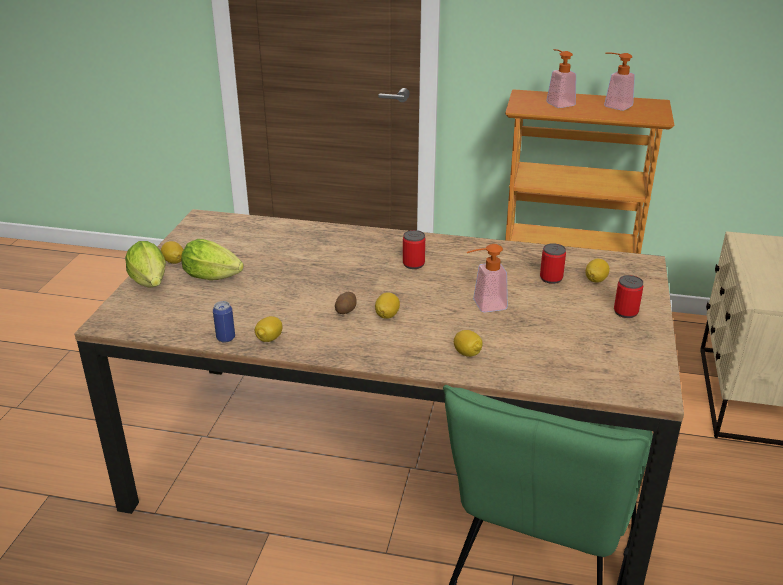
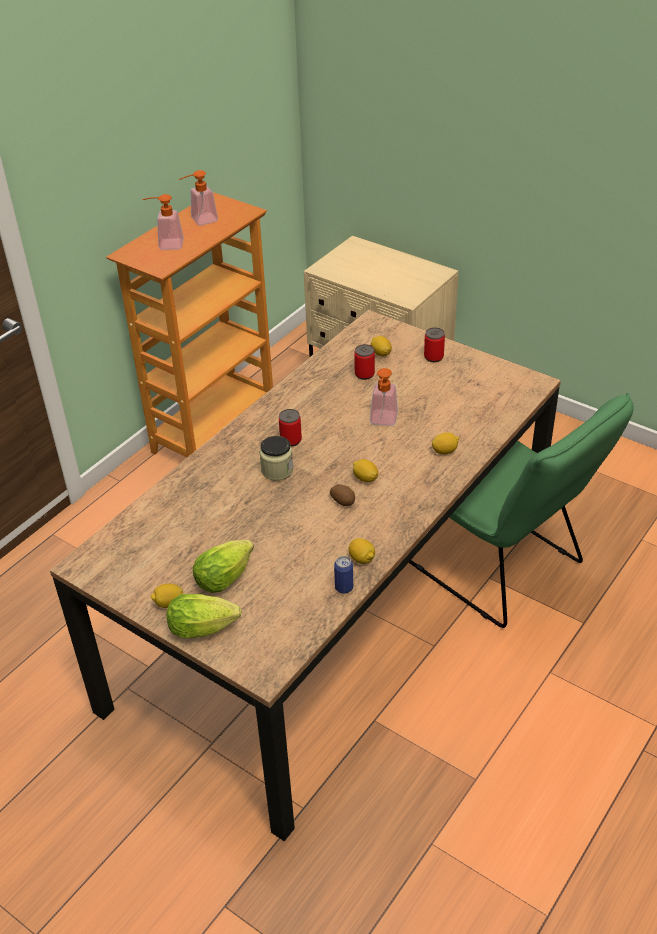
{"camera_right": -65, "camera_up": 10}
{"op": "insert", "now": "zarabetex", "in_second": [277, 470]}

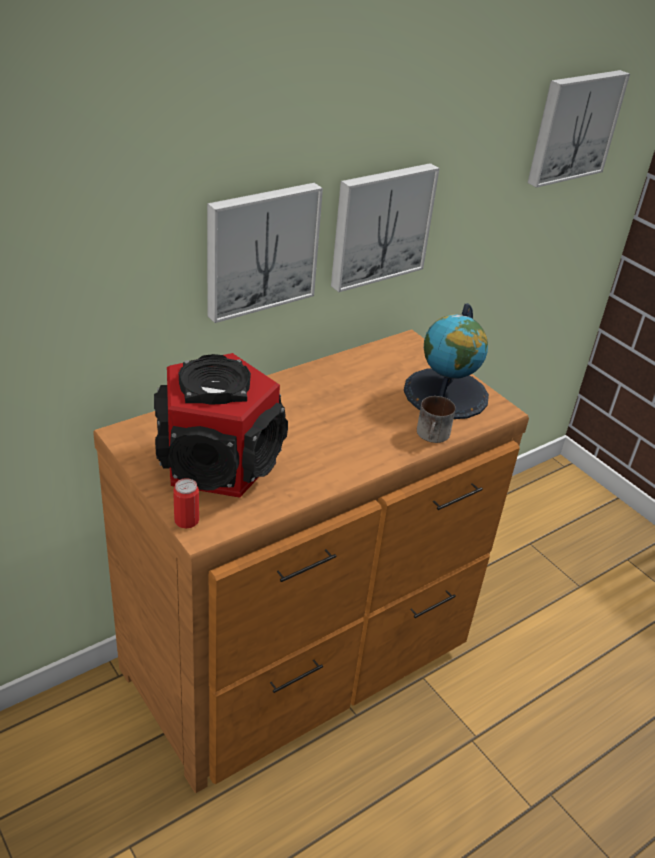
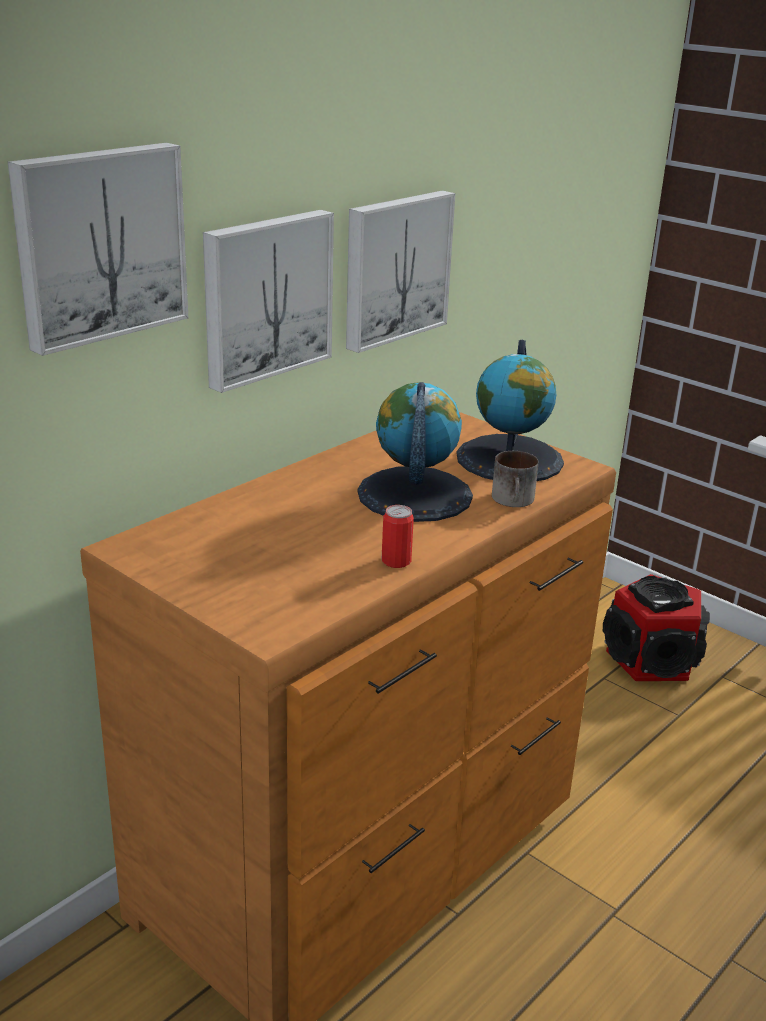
{"camera_right": -10, "camera_up": -10}
{"op": "insert", "now": "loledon", "in_second": [414, 494]}
{"op": "move", "was": "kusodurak", "in_first": [219, 464], "in_second": [652, 660]}
{"op": "move", "was": "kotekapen", "in_first": [186, 520], "in_second": [396, 561]}
{"op": "move", "was": "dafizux", "in_first": [573, 126], "in_second": [99, 244]}

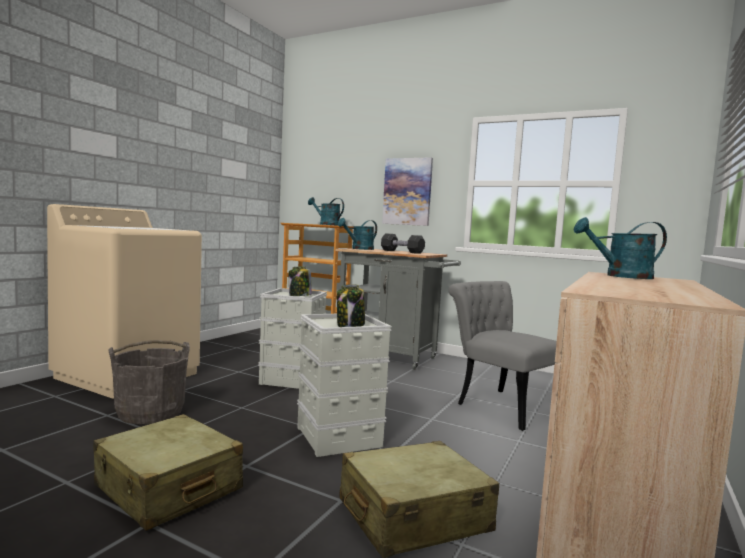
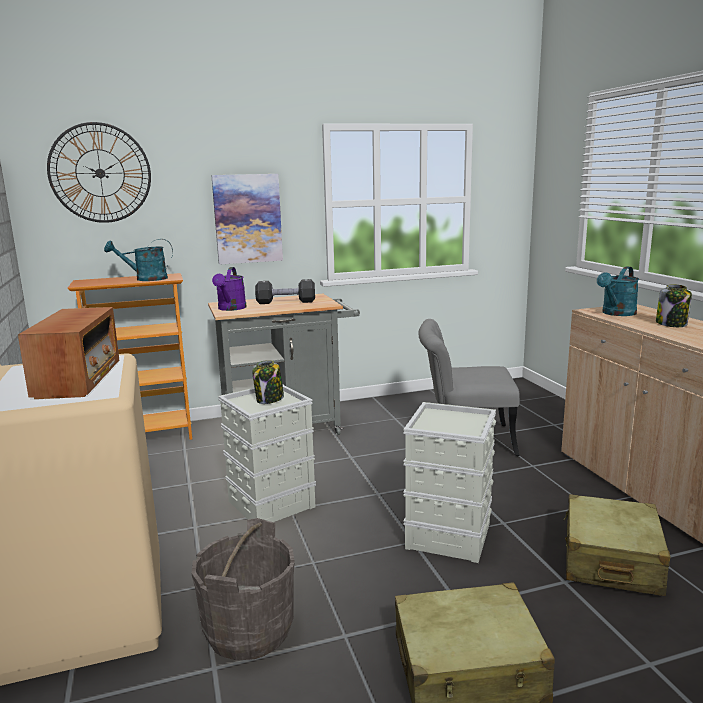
{"camera_right": -45, "camera_up": 10}
{"op": "insert", "now": "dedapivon", "in_second": [79, 379]}
{"op": "insert", "now": "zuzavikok", "in_second": [100, 173]}
{"op": "move", "was": "zarabetex", "in_first": [350, 326], "in_second": [671, 324]}
{"op": "recolor", "was": "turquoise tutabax", "now": "purple tutabax", "in_first": [359, 249], "in_second": [231, 309]}

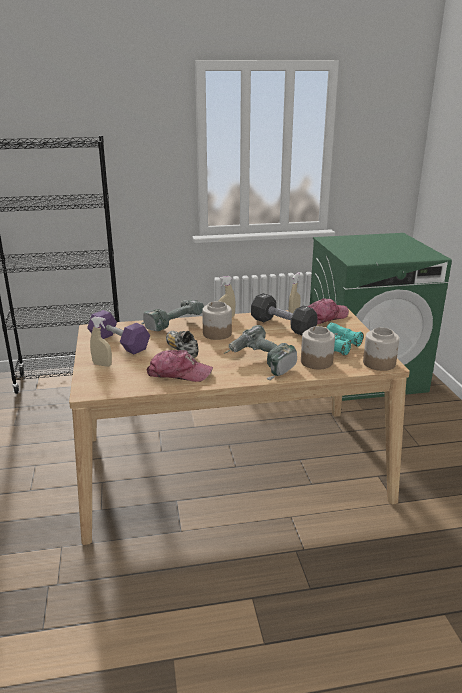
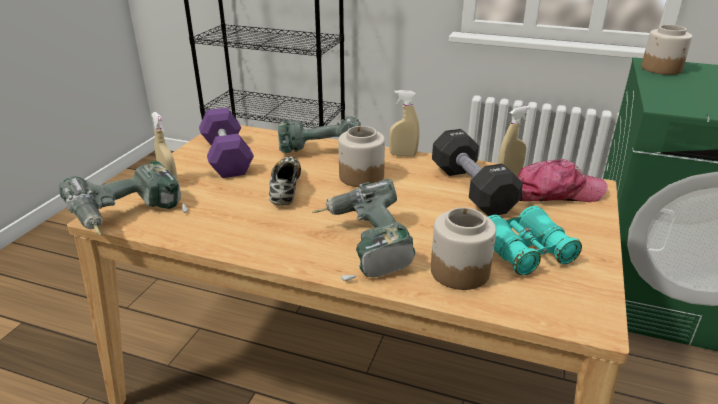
{"camera_right": 30, "camera_up": 5}
{"op": "delete", "was": "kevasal", "in_first": [179, 373]}
{"op": "insert", "now": "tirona", "in_second": [130, 218]}
{"op": "move", "was": "zarabetex", "in_first": [379, 363], "in_second": [661, 69]}

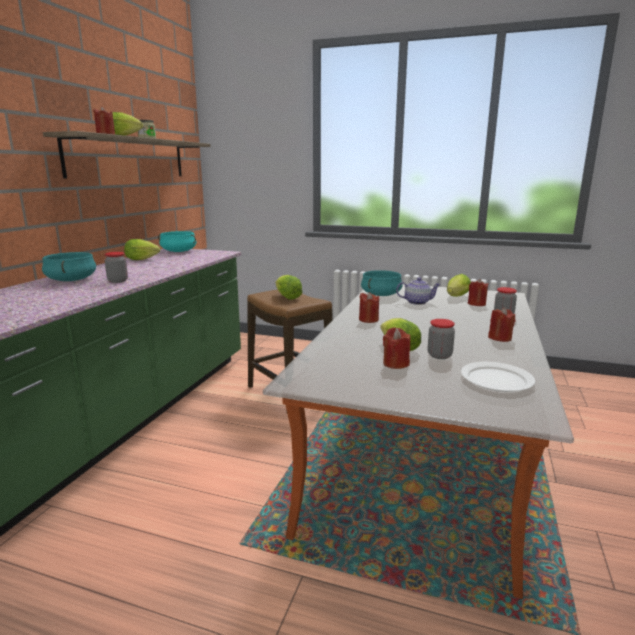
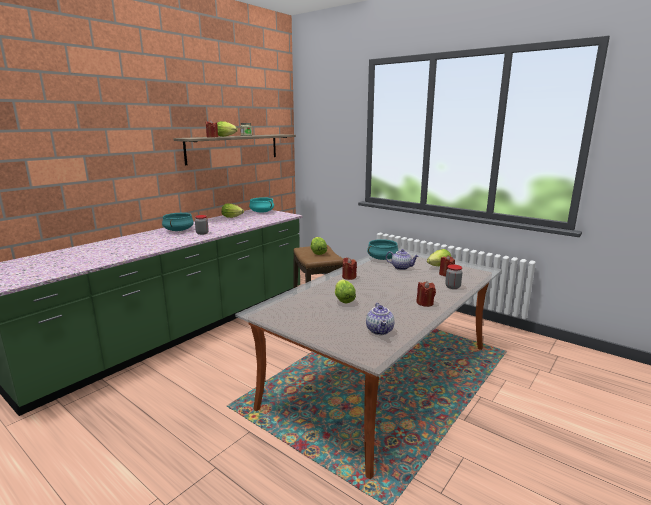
{"camera_right": 20, "camera_up": 0}
{"op": "delete", "was": "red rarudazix", "in_first": [395, 364]}
{"op": "delete", "was": "zarabetex", "in_first": [439, 355]}
{"op": "replace", "was": "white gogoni", "now": "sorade", "in_first": [496, 379], "in_second": [380, 331]}

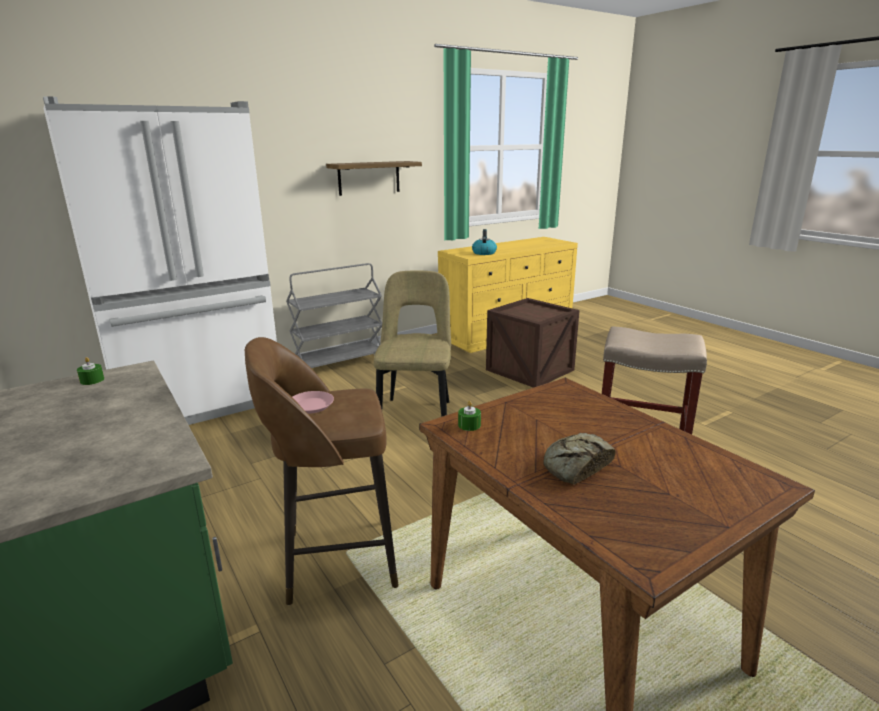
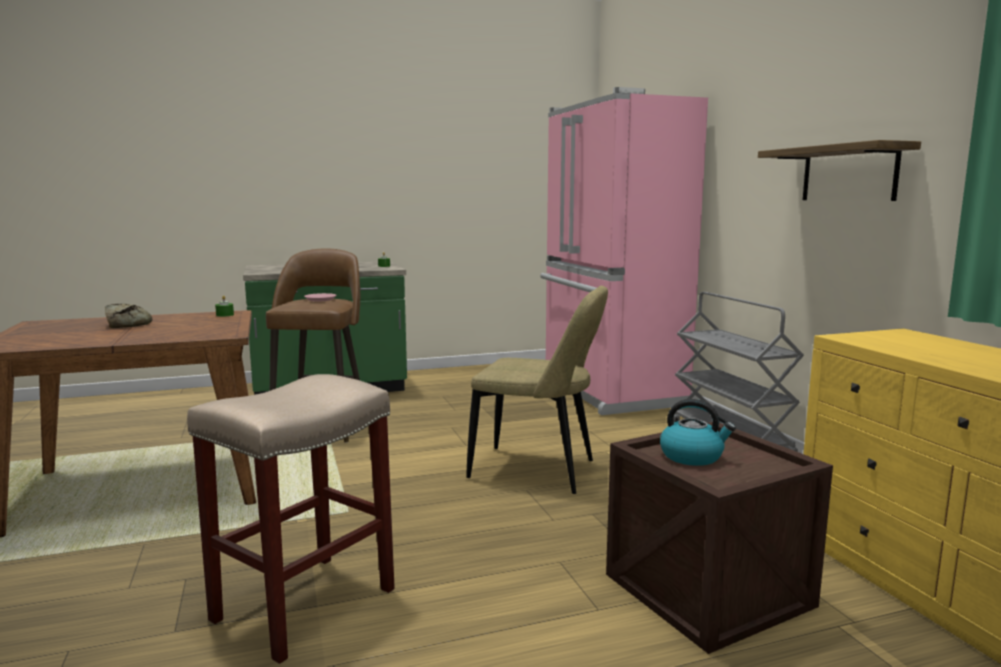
{"camera_right": 105, "camera_up": -10}
{"op": "move", "was": "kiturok", "in_first": [484, 253], "in_second": [692, 456]}
{"op": "recolor", "was": "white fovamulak", "now": "pink fovamulak", "in_first": [202, 406], "in_second": [608, 391]}

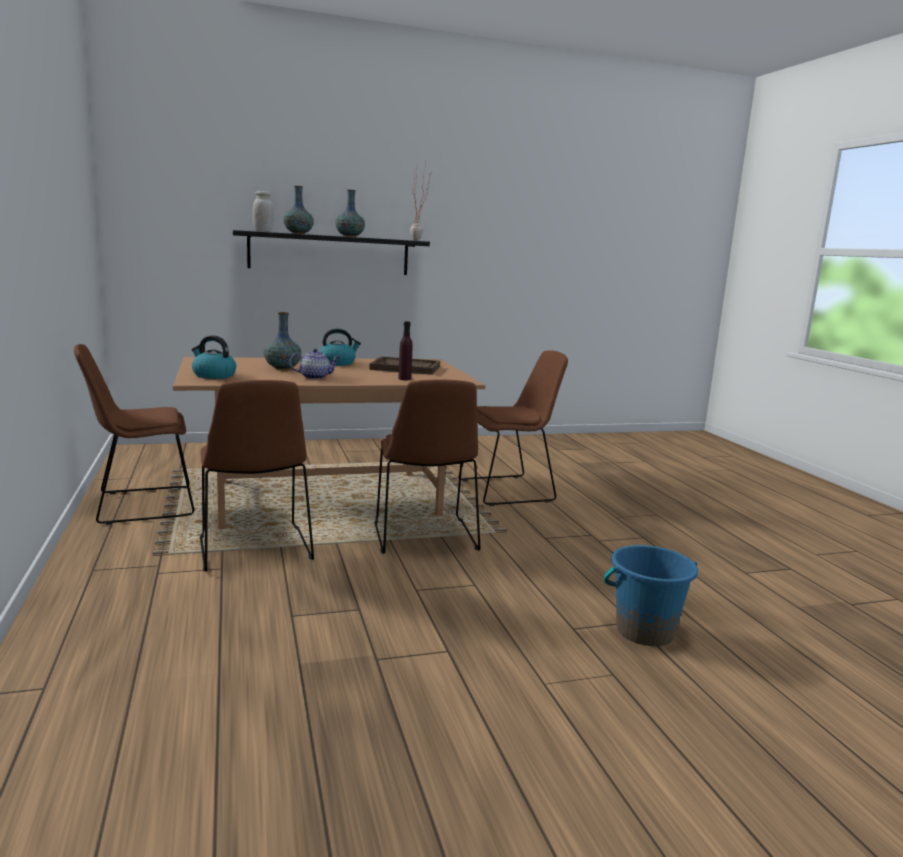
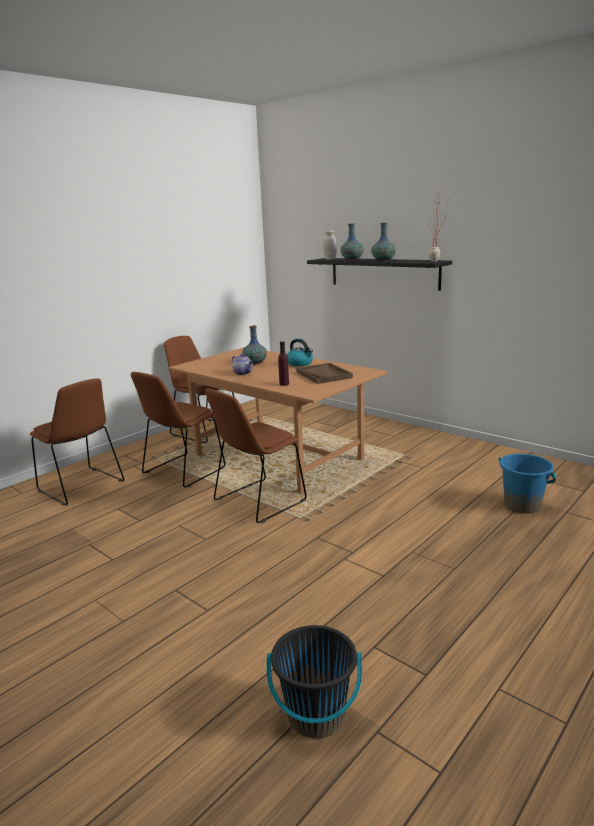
{"camera_right": 60, "camera_up": 5}
{"op": "delete", "was": "kiturok", "in_first": [213, 375]}
{"op": "insert", "now": "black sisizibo", "in_second": [316, 715]}
{"op": "move", "was": "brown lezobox", "in_first": [509, 490], "in_second": [82, 487]}
{"op": "move", "was": "blue sisizibo", "in_first": [644, 631], "in_second": [522, 505]}

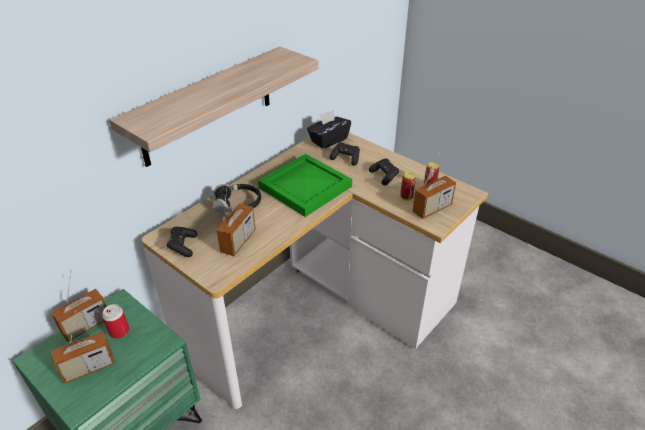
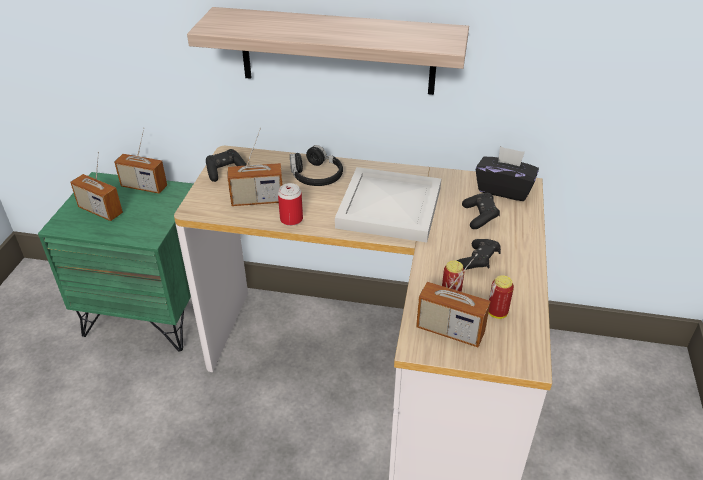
{"camera_right": 60, "camera_up": 0}
{"op": "move", "was": "kotekapen", "in_first": [119, 331], "in_second": [291, 219]}
{"op": "recolor", "was": "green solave", "now": "white solave", "in_first": [306, 187], "in_second": [390, 209]}

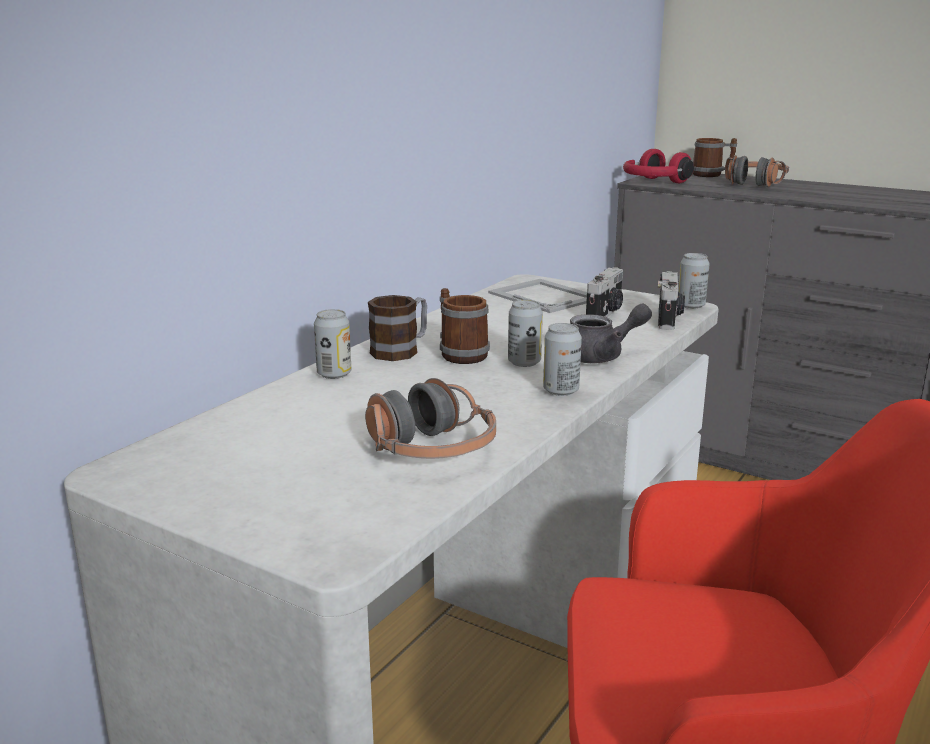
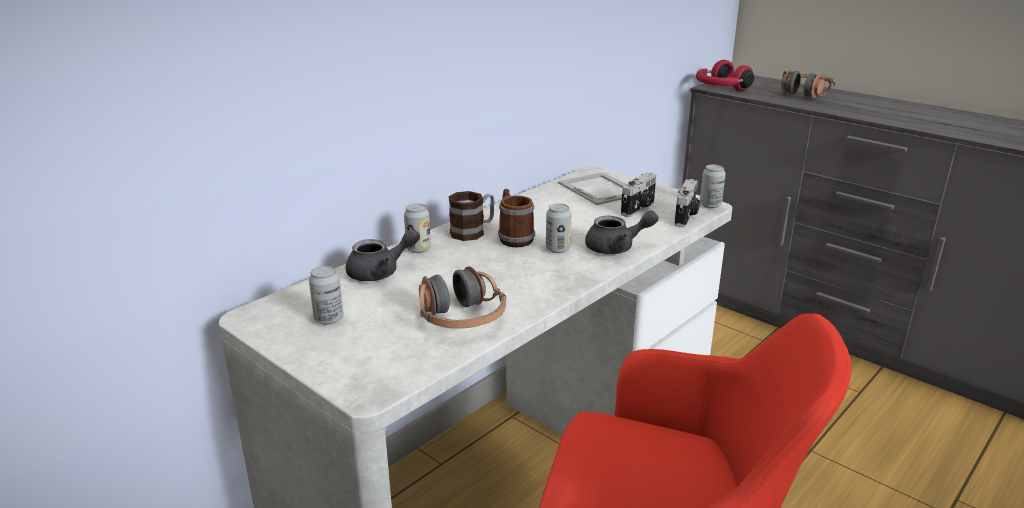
{"camera_right": 10, "camera_up": 5}
{"op": "delete", "was": "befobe", "in_first": [712, 175]}
{"op": "insert", "now": "grey sorade", "in_second": [381, 272]}
{"op": "move", "was": "kotekapen", "in_first": [561, 390], "in_second": [329, 319]}

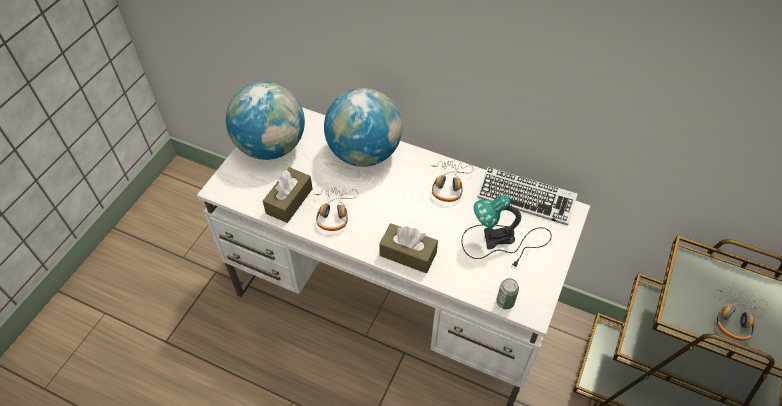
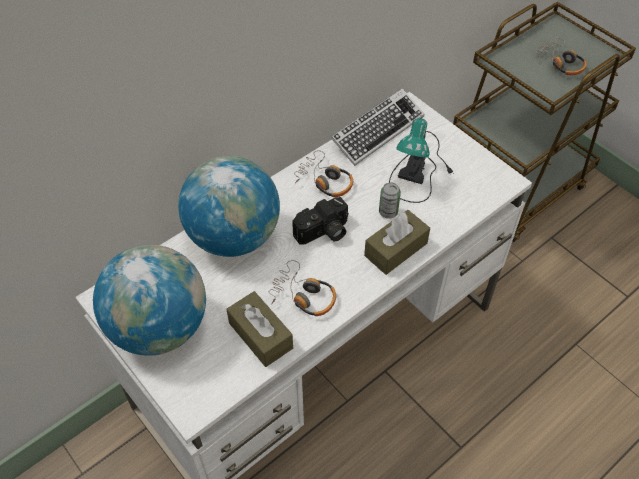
{"camera_right": -65, "camera_up": 0}
{"op": "insert", "now": "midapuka", "in_second": [323, 233]}
{"op": "move", "was": "kotekapen", "in_first": [505, 302], "in_second": [388, 212]}

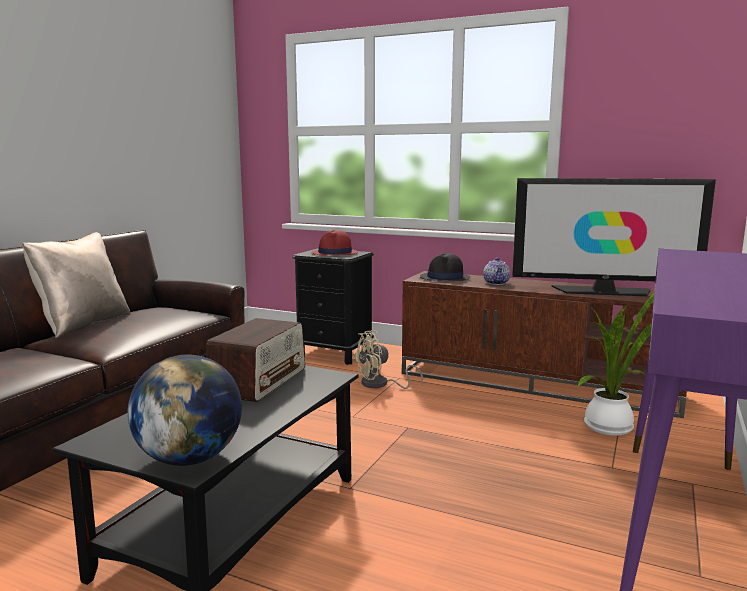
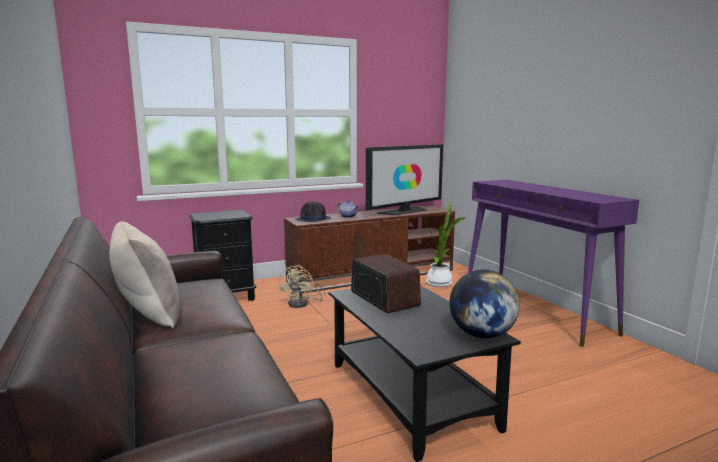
{"camera_right": -50, "camera_up": 0}
{"op": "delete", "was": "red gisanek", "in_first": [335, 253]}

